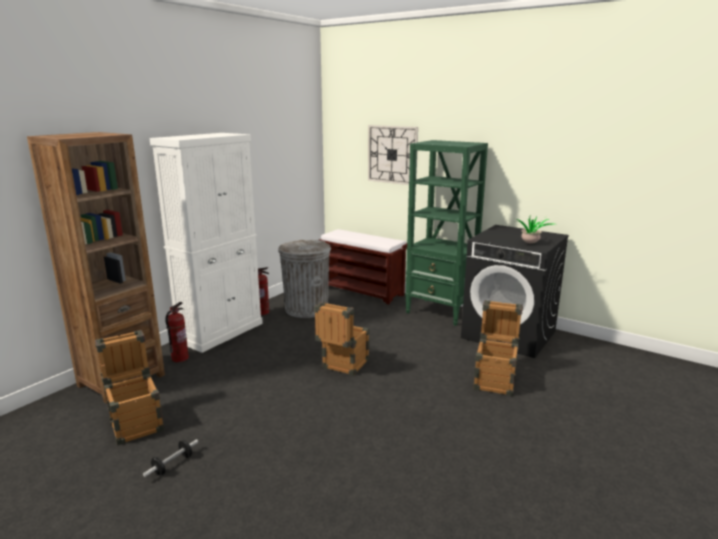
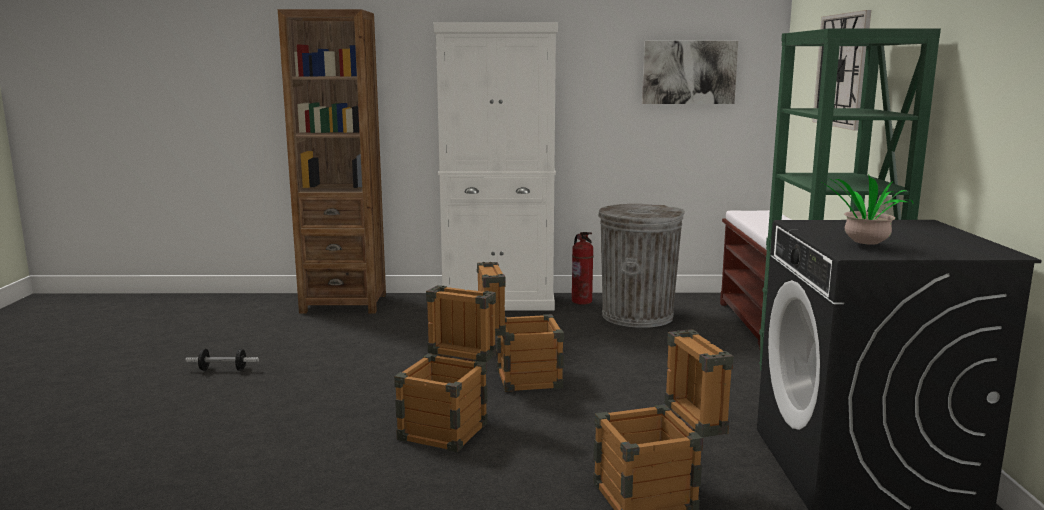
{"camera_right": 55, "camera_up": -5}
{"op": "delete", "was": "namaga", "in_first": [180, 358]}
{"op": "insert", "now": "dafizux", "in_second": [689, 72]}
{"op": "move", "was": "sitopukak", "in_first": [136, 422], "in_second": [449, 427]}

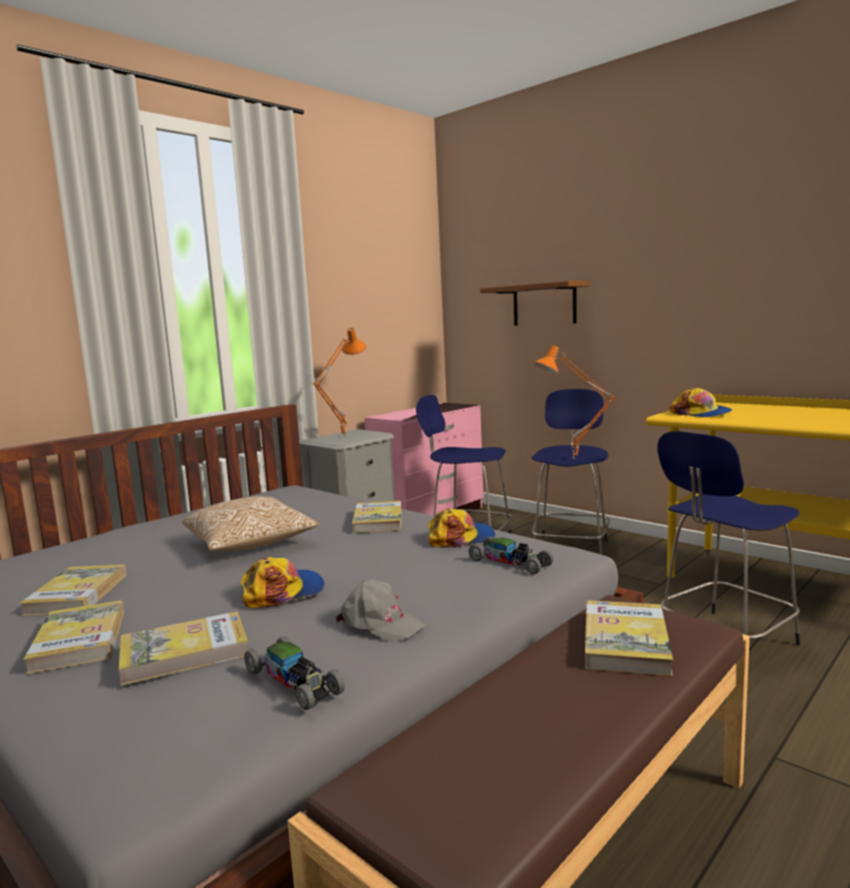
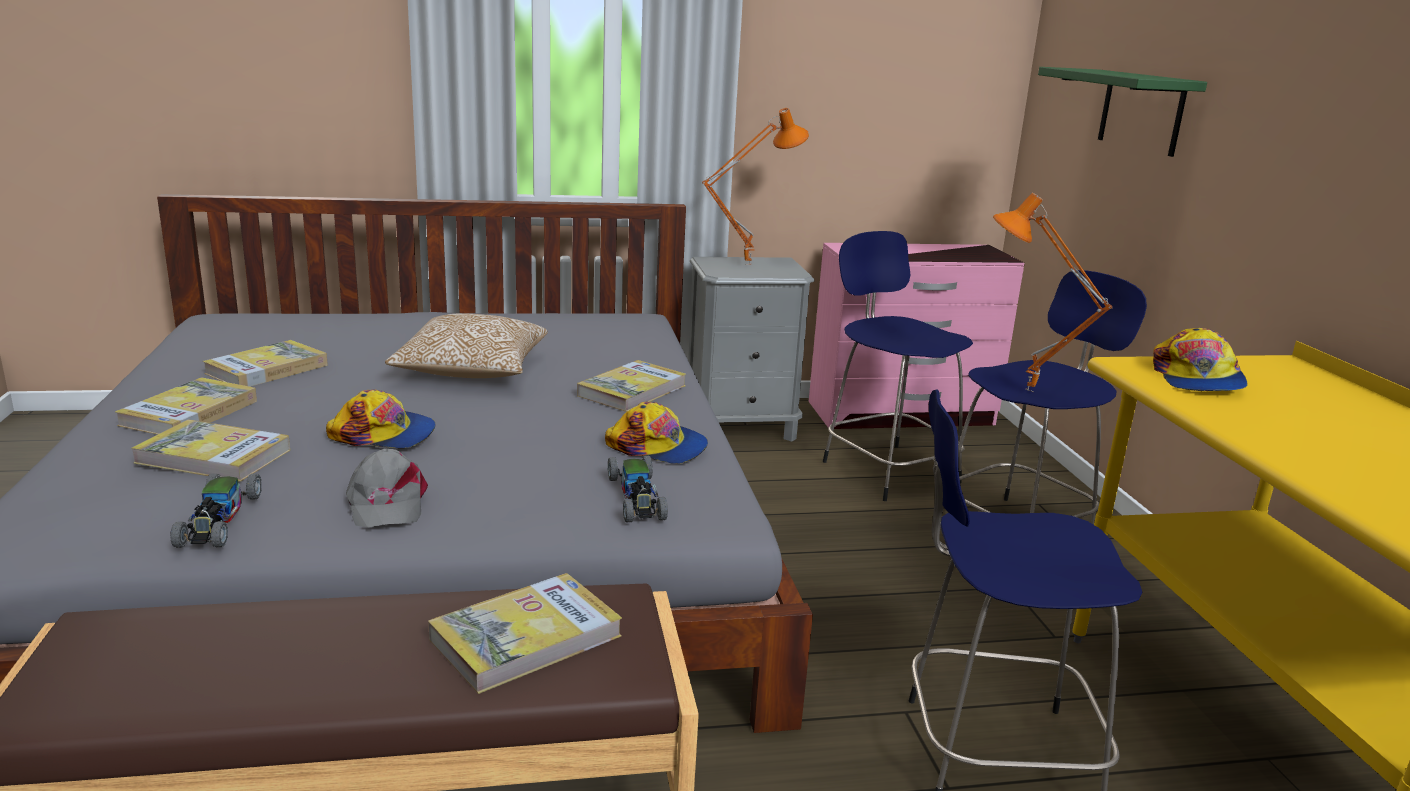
{"camera_right": 35, "camera_up": 10}
{"op": "recolor", "was": "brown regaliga", "now": "green regaliga", "in_first": [544, 304], "in_second": [1141, 111]}

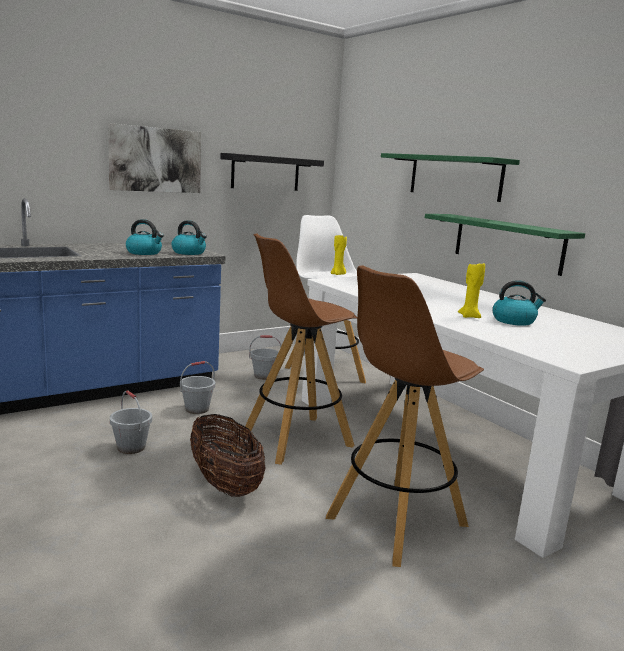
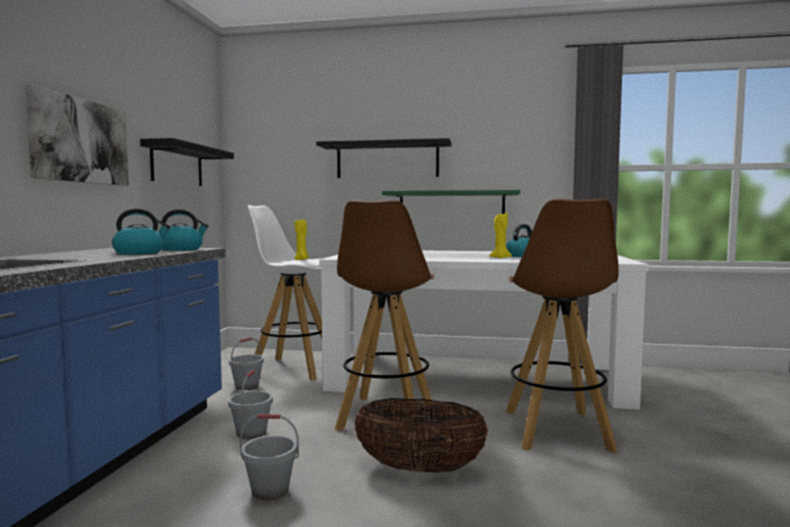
{"camera_right": -45, "camera_up": -10}
{"op": "recolor", "was": "green regaliga", "now": "black regaliga", "in_first": [454, 177], "in_second": [387, 160]}

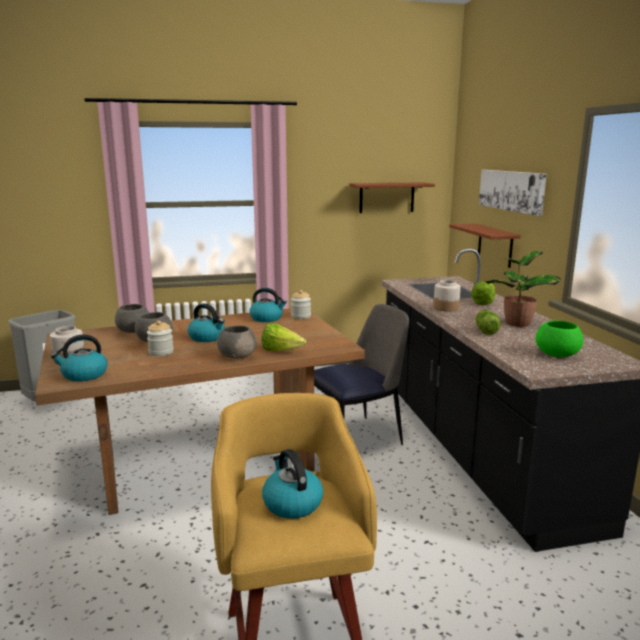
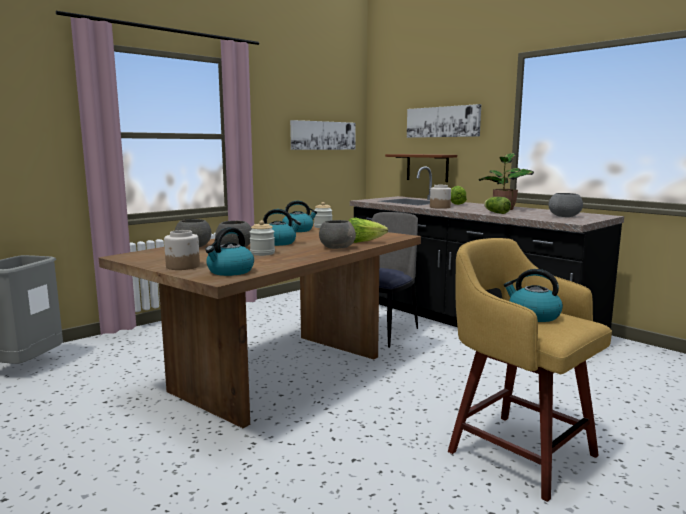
{"camera_right": -30, "camera_up": -5}
{"op": "replace", "was": "brown regaliga", "now": "dafizux", "in_first": [386, 197], "in_second": [323, 135]}
{"op": "recolor", "was": "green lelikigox", "now": "grey lelikigox", "in_first": [557, 354], "in_second": [565, 216]}

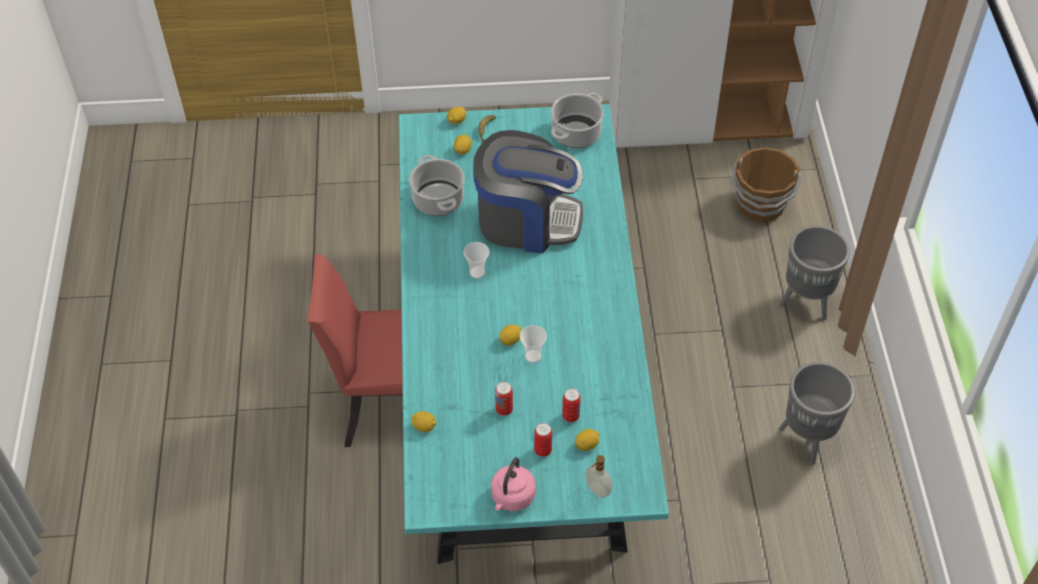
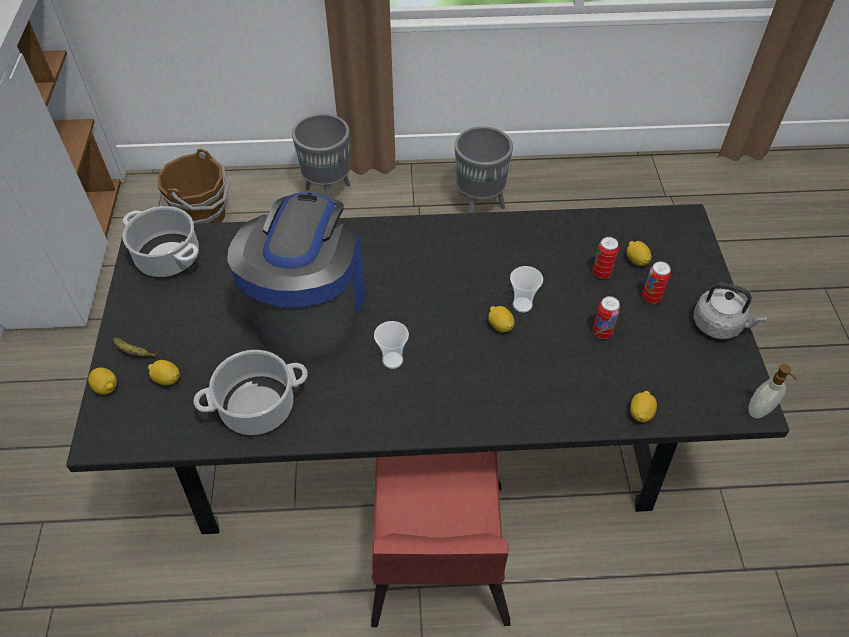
{"camera_right": -90, "camera_up": 0}
{"op": "move", "was": "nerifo", "in_first": [597, 490], "in_second": [760, 410]}
{"op": "recolor", "was": "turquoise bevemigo", "now": "black bevemigo", "in_first": [519, 391], "in_second": [424, 430]}
{"op": "recolor", "was": "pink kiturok", "now": "grey kiturok", "in_first": [512, 498], "in_second": [719, 325]}

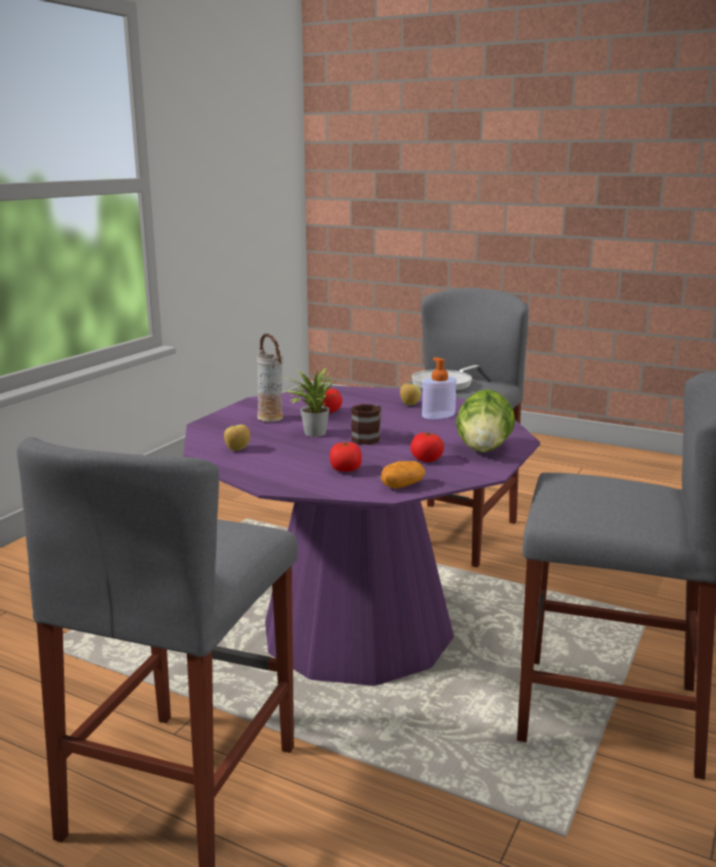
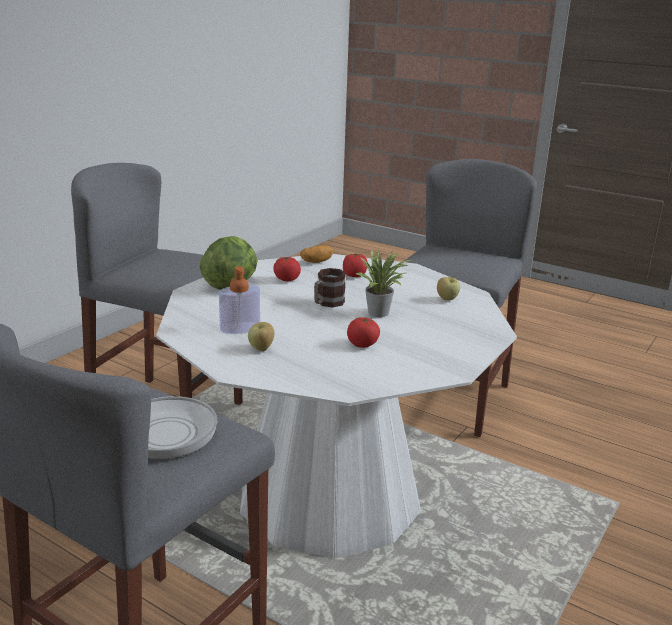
{"camera_right": -175, "camera_up": 5}
{"op": "delete", "was": "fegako", "in_first": [271, 418]}
{"op": "recolor", "was": "purple bevemigo", "now": "white bevemigo", "in_first": [357, 630], "in_second": [329, 495]}

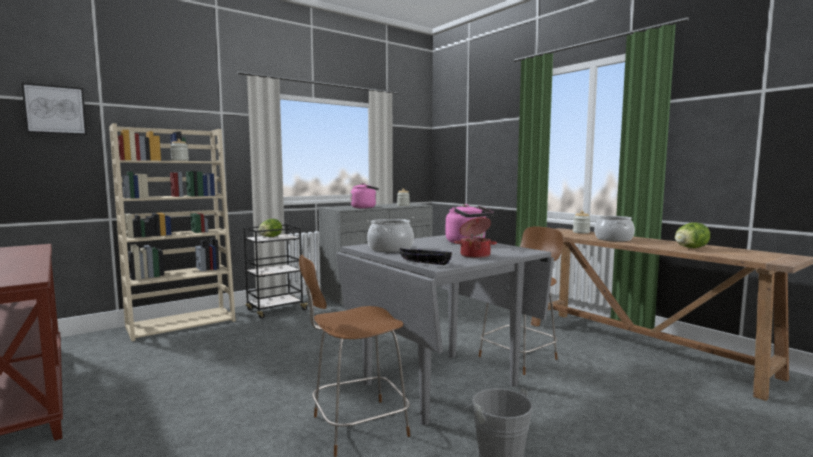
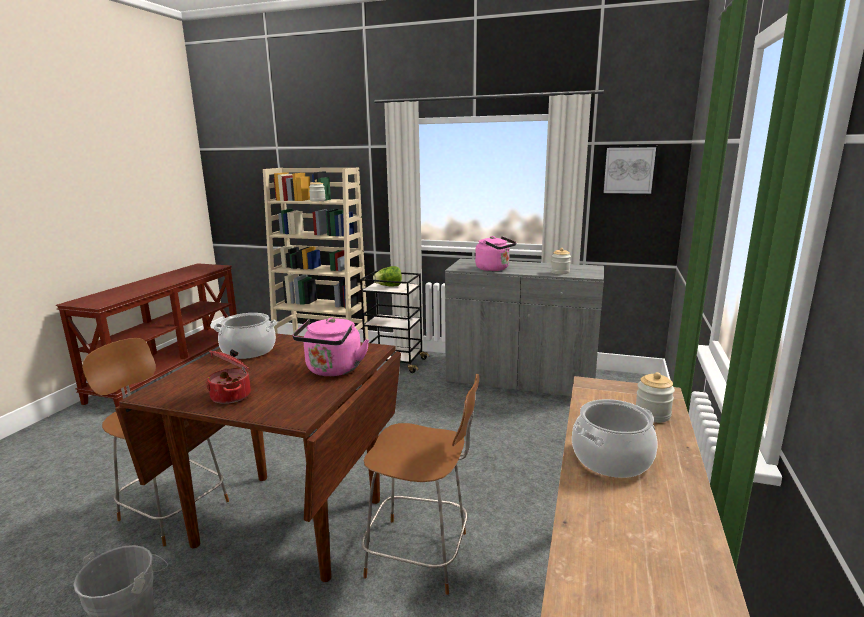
{"camera_right": 55, "camera_up": 10}
{"op": "delete", "was": "black lelikigox", "in_first": [424, 262]}
{"op": "delete", "was": "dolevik", "in_first": [689, 248]}
{"op": "move", "was": "dafizux", "in_first": [55, 110], "in_second": [629, 170]}
{"op": "recolor", "was": "grey bevemigo", "now": "brown bevemigo", "in_first": [441, 384], "in_second": [289, 522]}

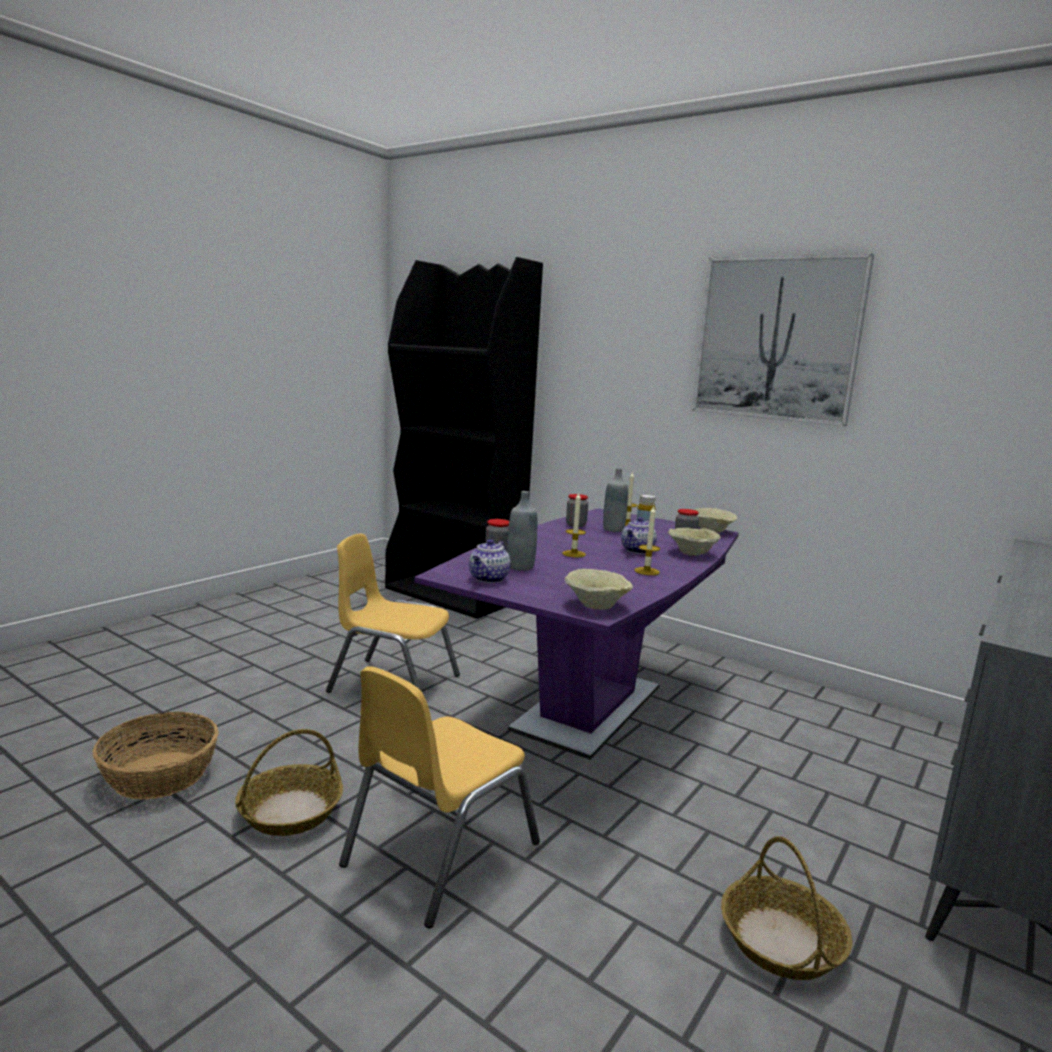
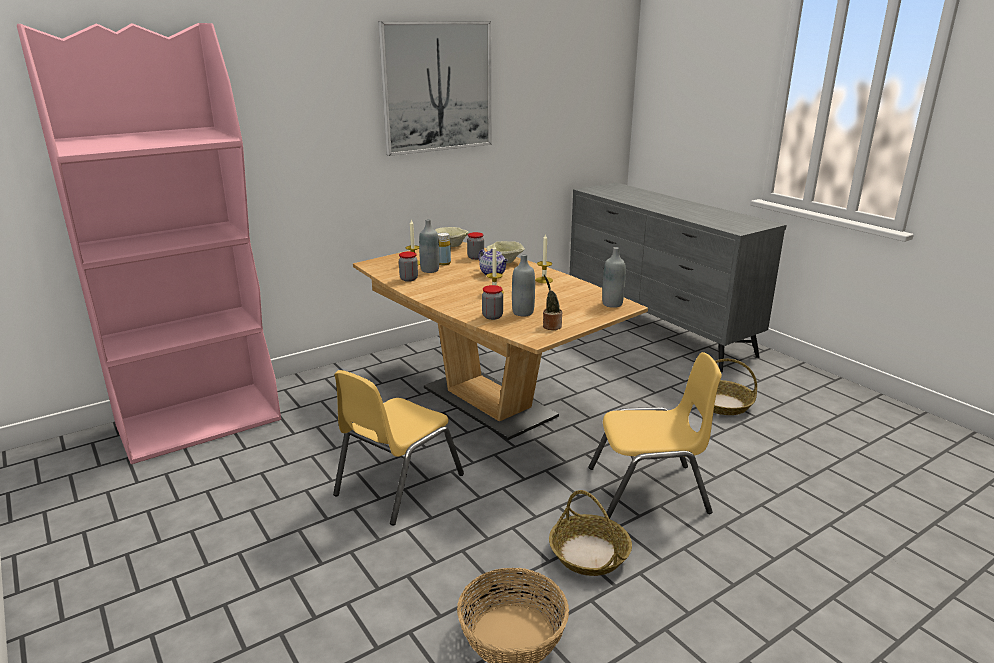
{"camera_right": -70, "camera_up": 10}
{"op": "replace", "was": "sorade", "now": "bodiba", "in_first": [489, 579], "in_second": [551, 326]}
{"op": "replace", "was": "beige lelikigox", "now": "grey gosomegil", "in_first": [597, 605], "in_second": [612, 304]}
{"op": "recolor", "was": "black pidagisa", "now": "pink pidagisa", "in_first": [455, 594], "in_second": [200, 422]}
{"op": "recolor", "was": "purple bevemigo", "now": "brown bevemigo", "in_first": [588, 708], "in_second": [488, 402]}
{"op": "rotate", "was": "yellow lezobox", "in_first": [439, 853], "in_second": [648, 491], "clockwise": -60}

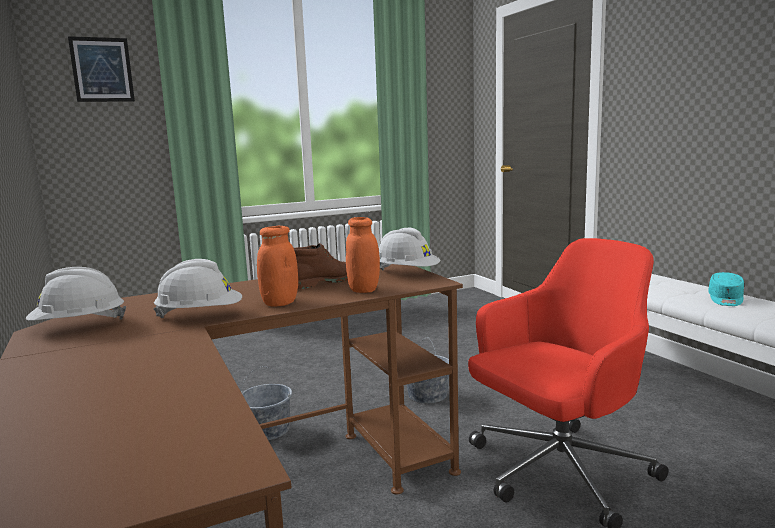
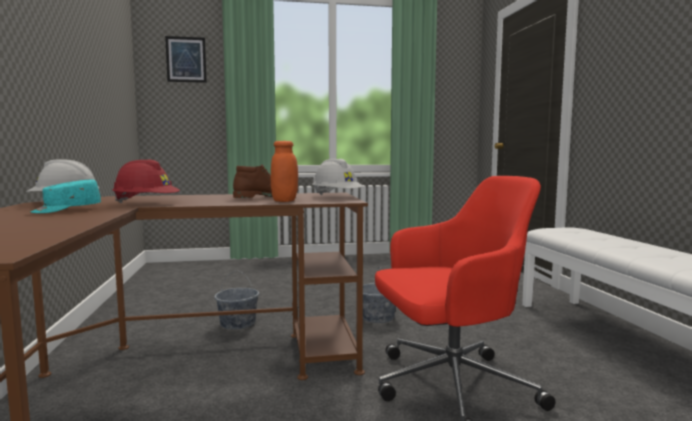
{"camera_right": 15, "camera_up": -5}
{"op": "delete", "was": "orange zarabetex", "in_first": [279, 303]}
{"op": "move", "was": "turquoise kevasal", "in_first": [726, 299], "in_second": [67, 210]}
{"op": "recolor", "was": "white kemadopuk", "now": "red kemadopuk", "in_first": [200, 316], "in_second": [146, 203]}

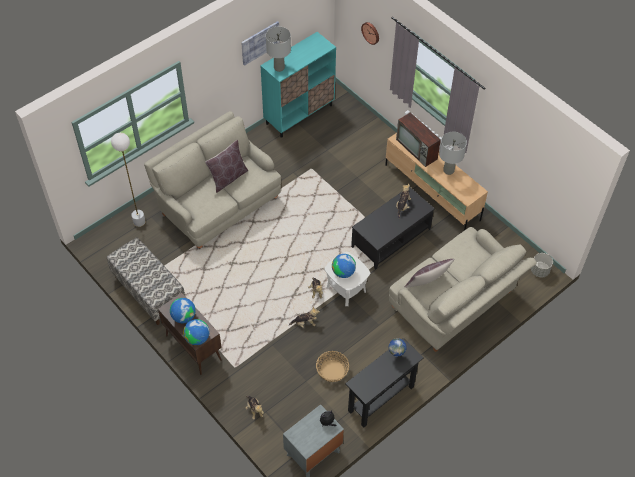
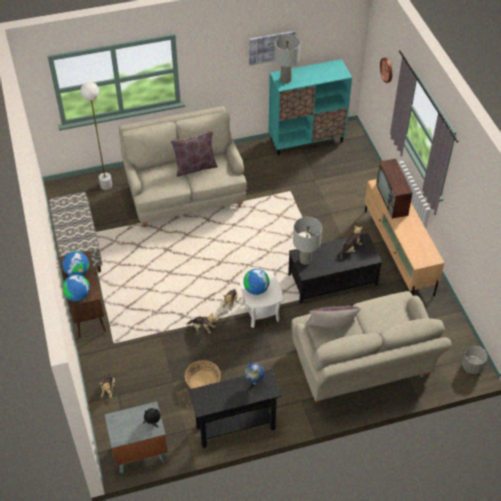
{"camera_right": 25, "camera_up": -5}
{"op": "move", "was": "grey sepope", "in_first": [448, 170], "in_second": [305, 260]}

